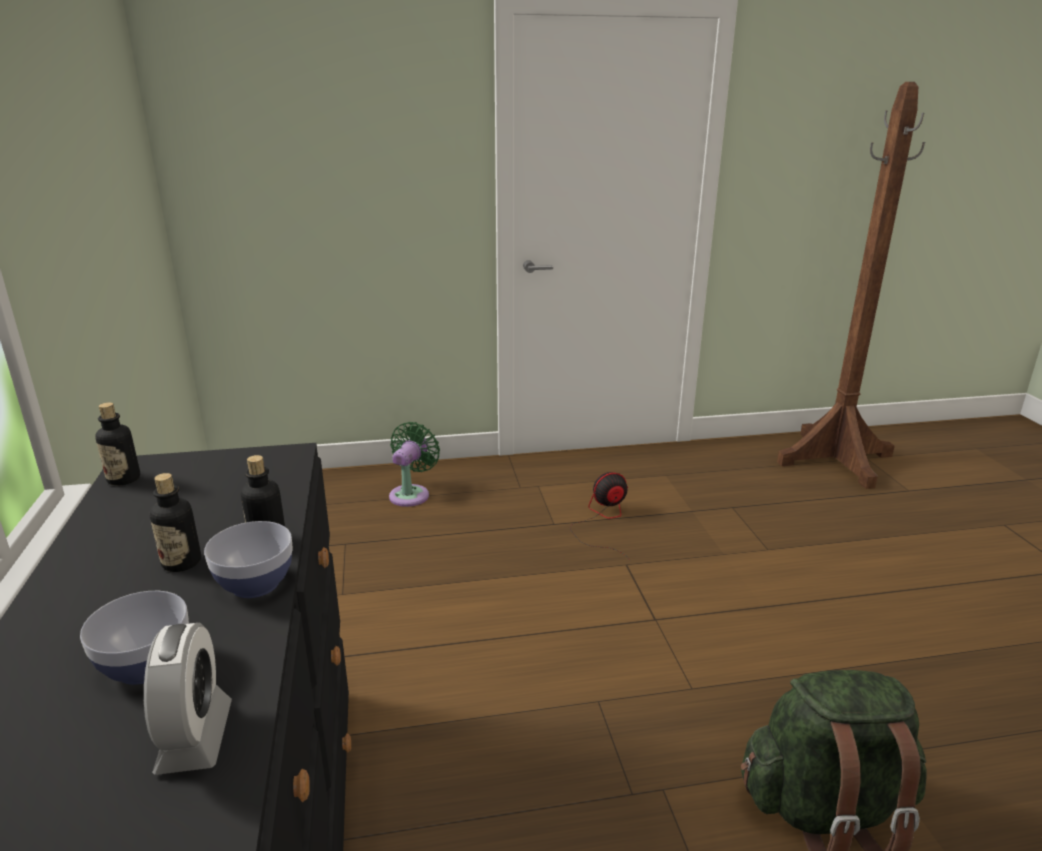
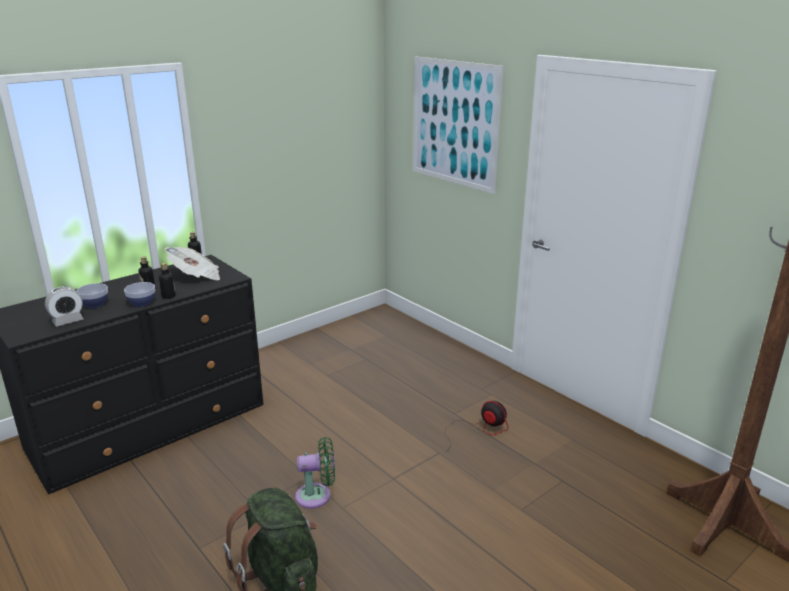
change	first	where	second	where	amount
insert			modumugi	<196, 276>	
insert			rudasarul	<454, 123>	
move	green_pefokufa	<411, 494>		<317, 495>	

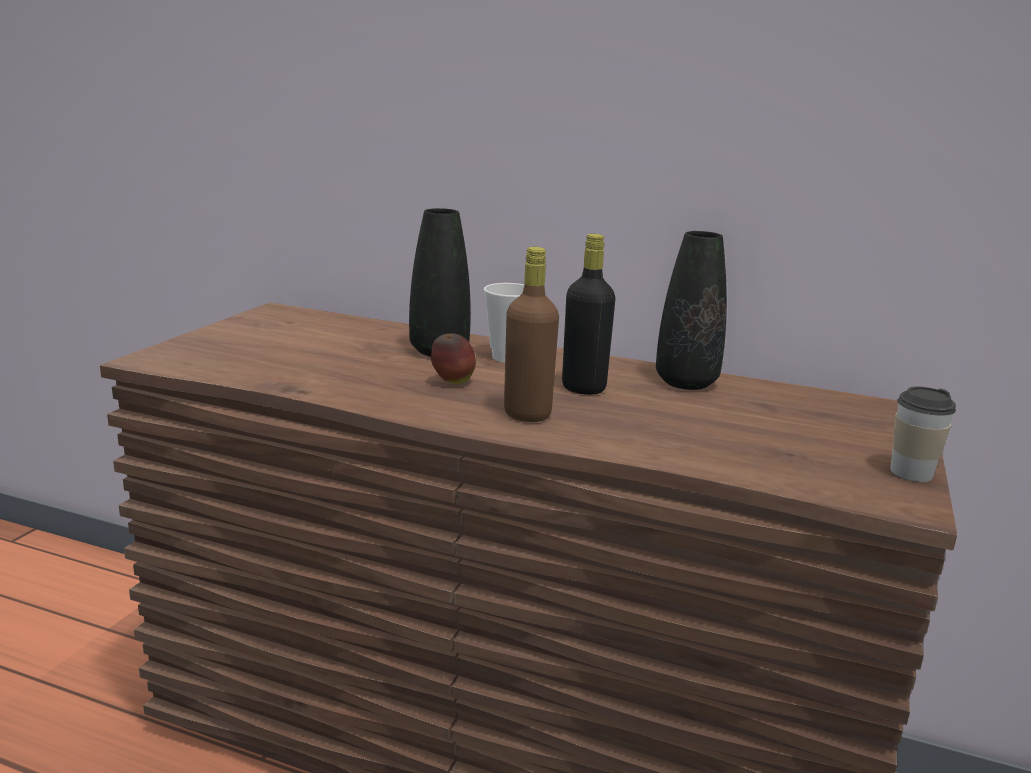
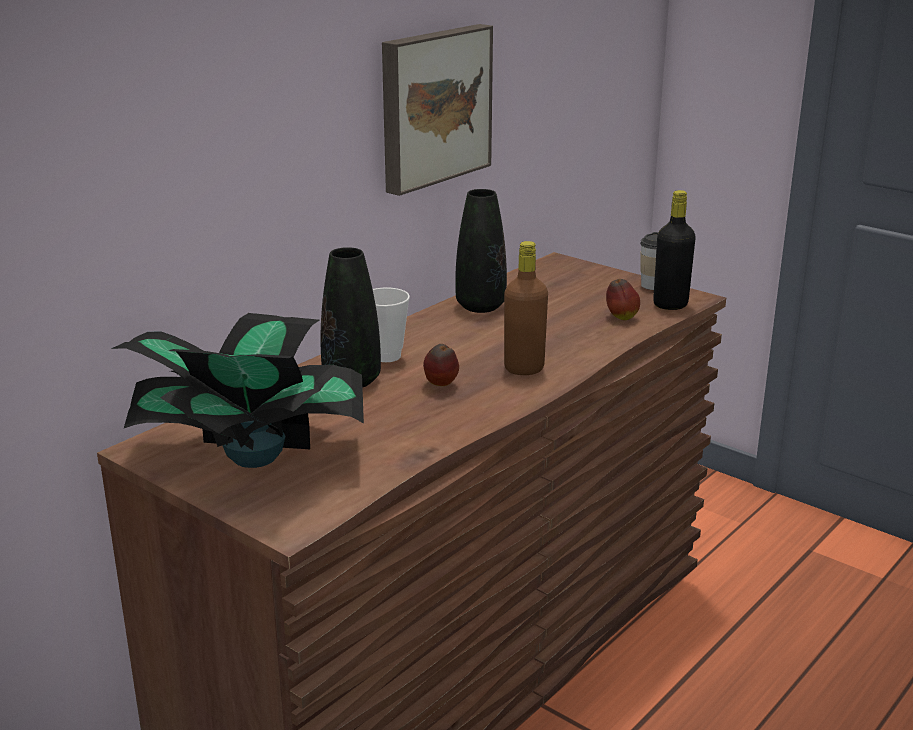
change	first	where	second	where	amount
insert			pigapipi	<251, 456>	
insert			rudasarul	<433, 106>	
insert			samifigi	<621, 318>	
move	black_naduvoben	<583, 388>		<670, 305>	

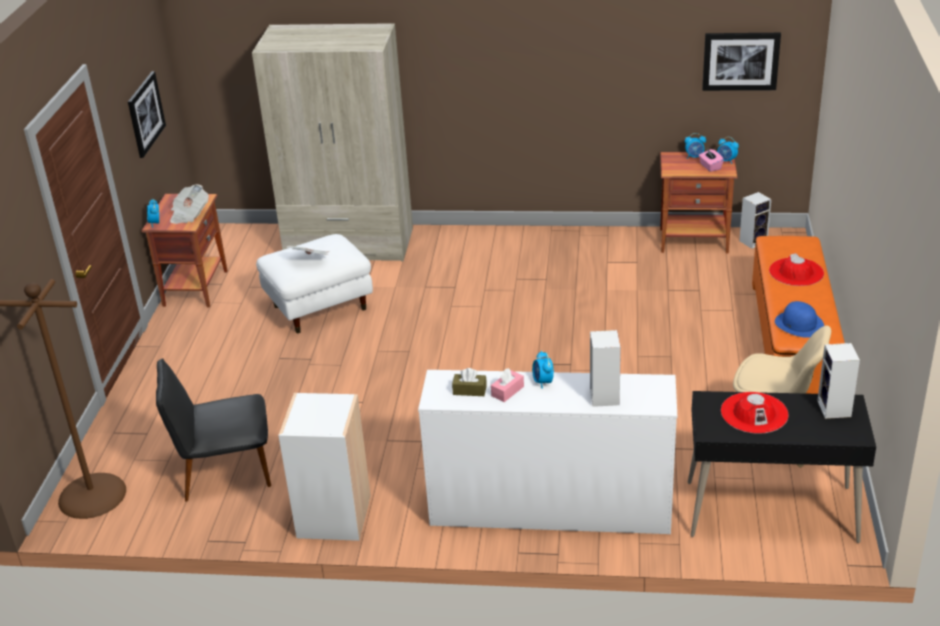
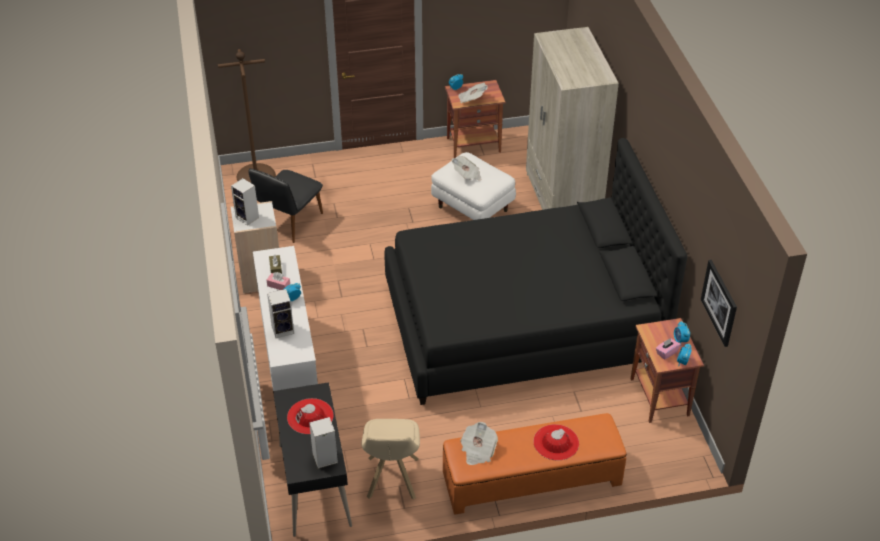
change	first	where	second	where	amount
delete	rudasarul	<145, 114>			
insert			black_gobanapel	<523, 322>	
move	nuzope	<753, 241>		<248, 218>	
replace	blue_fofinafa	<799, 324>	modumugi	<478, 451>	
rotate	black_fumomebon	<226, 471>		<290, 220>	120 degrees counterclockwise

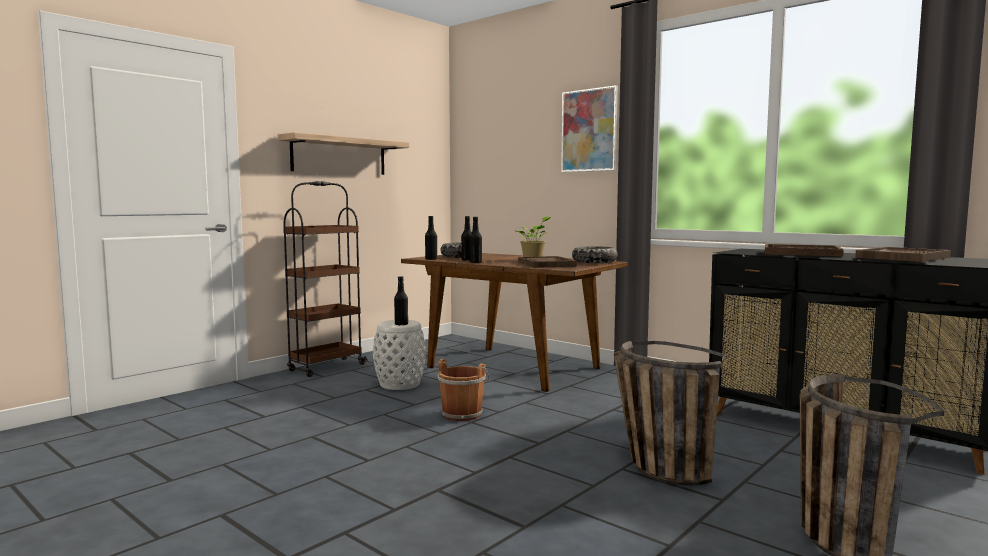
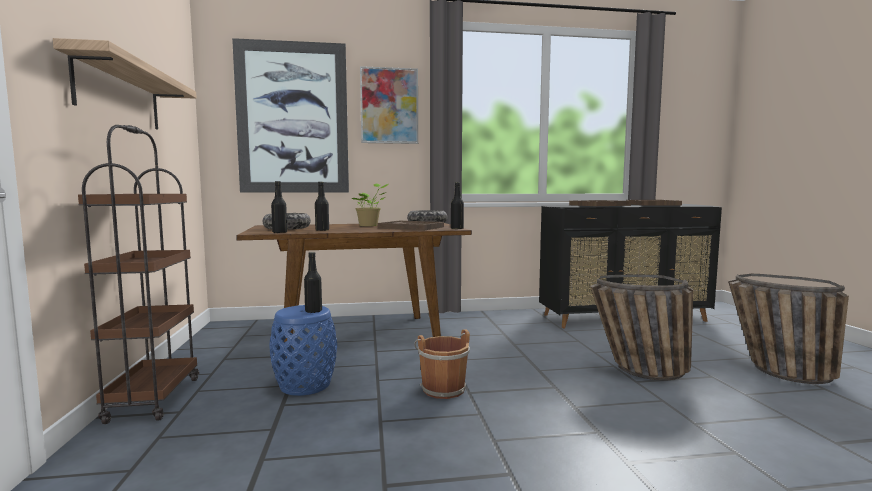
change	first	where	second	where	amount
insert			rudasarul	<292, 118>	
move	black_naduvoben	<475, 262>		<457, 229>	
recolor	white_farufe	<399, 384>	blue_farufe	<305, 385>	

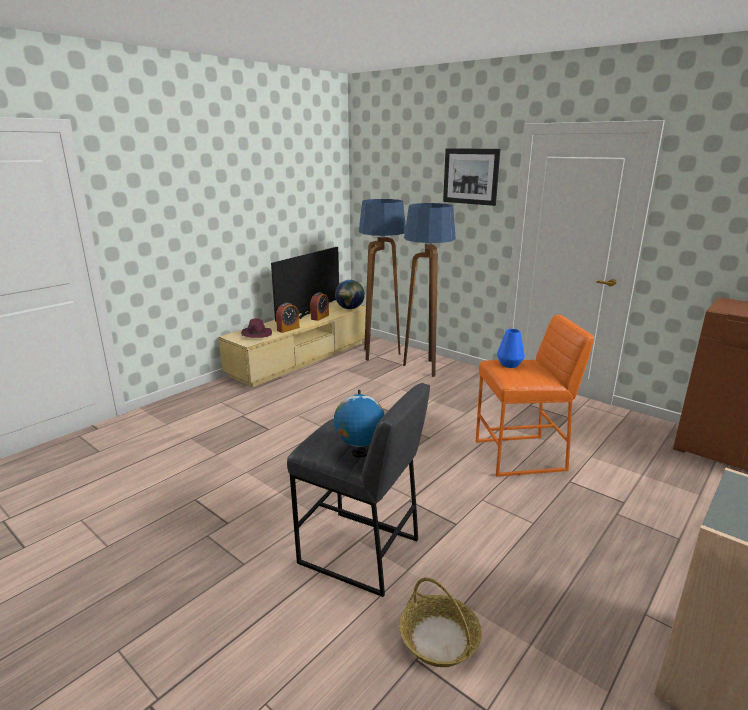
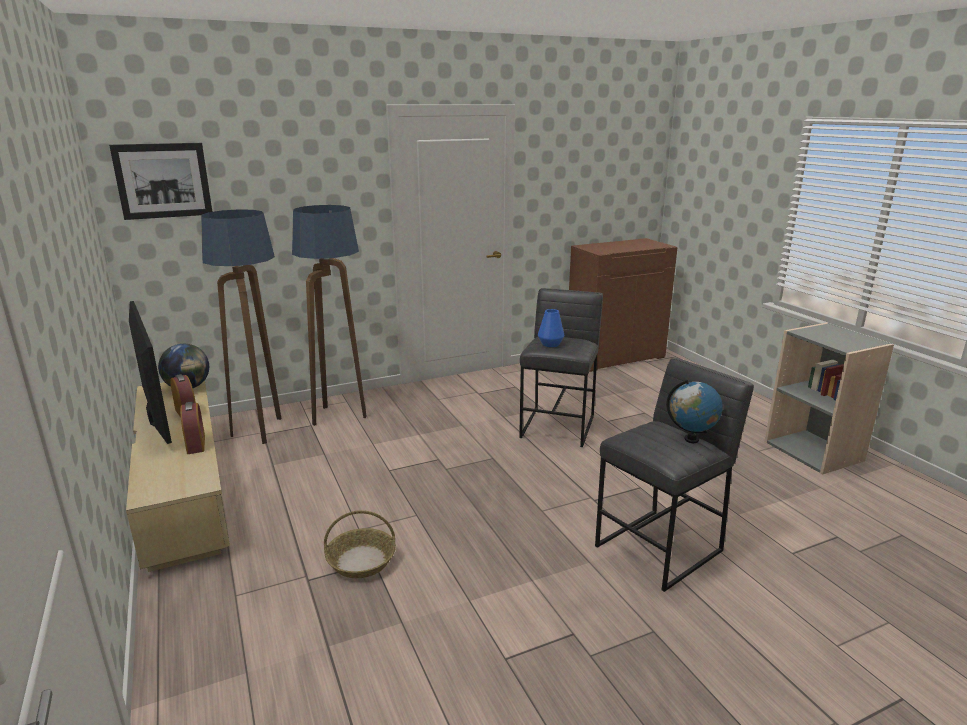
change	first	where	second	where	amount
delete	purple_fofinafa	<256, 334>			
move	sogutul	<438, 639>		<361, 561>	
move	rudasarul	<470, 176>		<163, 180>	
recolor	orange_farufe	<521, 455>	grey_farufe	<558, 426>	

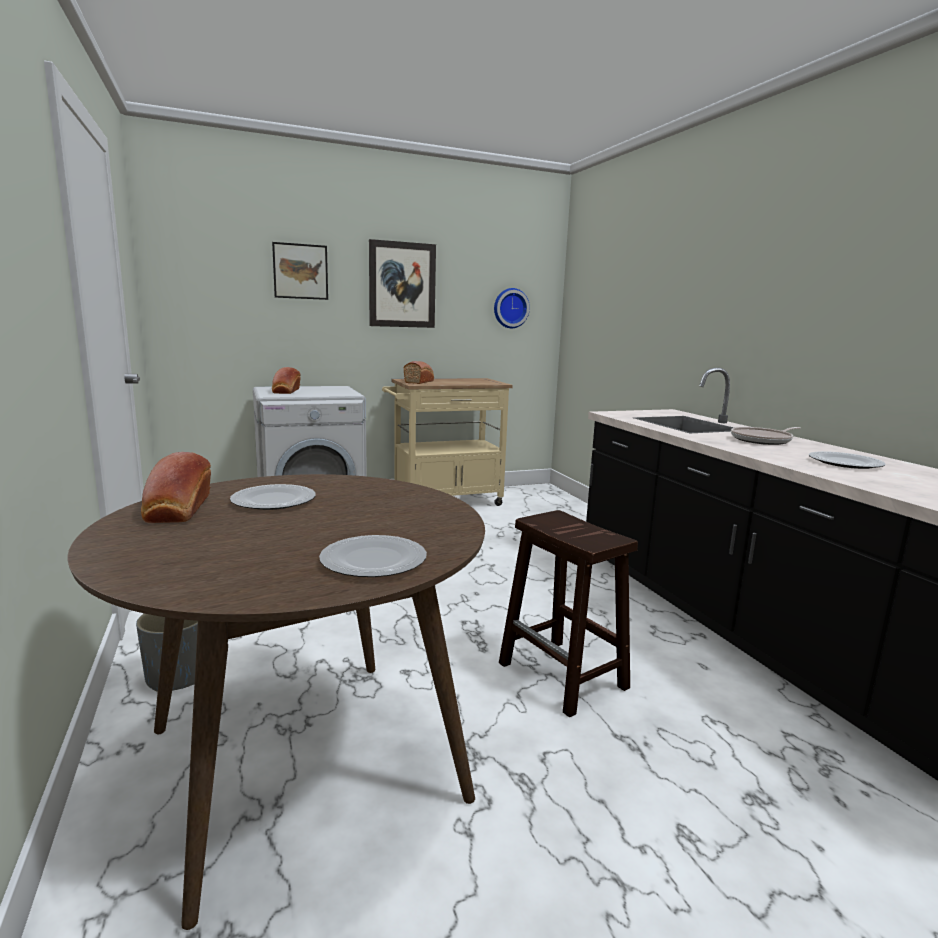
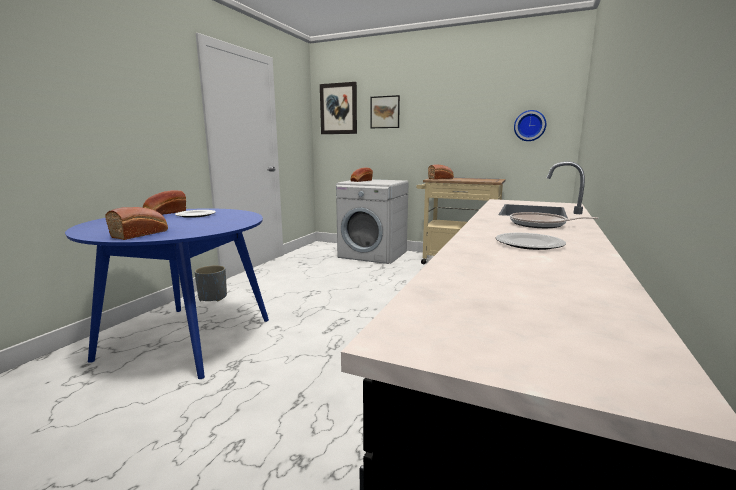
change	first	where	second	where	amount
delete	brown_farufe	<564, 676>			
move	rudasarul	<402, 285>		<338, 109>	
replace	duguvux	<374, 560>	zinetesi	<141, 234>	
recolor	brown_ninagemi	<304, 763>	blue_ninagemi	<188, 339>	

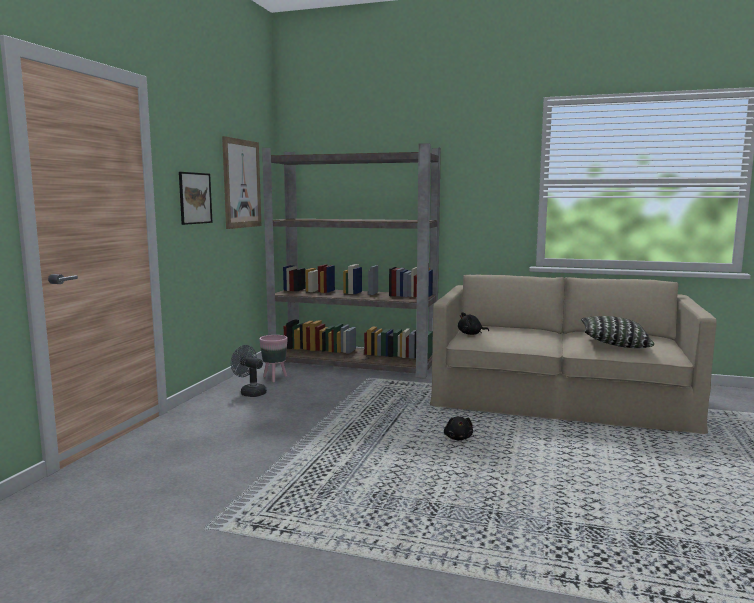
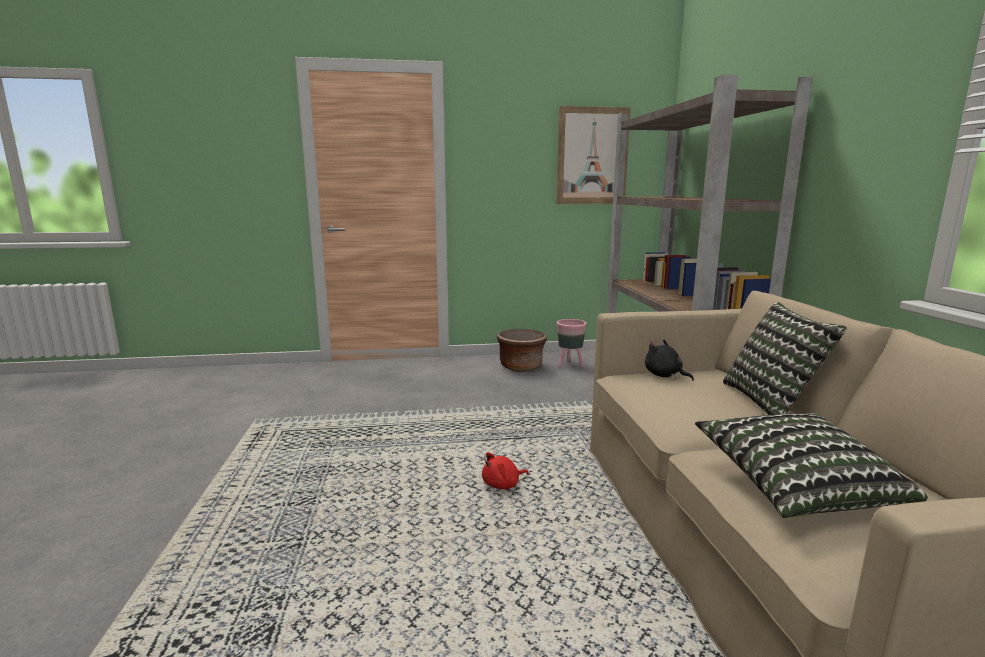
change	first	where	second	where	amount
delete	rudasarul	<195, 198>			
insert			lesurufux	<772, 401>	
replace	grey_pefokufa	<250, 392>	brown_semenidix	<521, 366>	
recolor	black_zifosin	<458, 438>	red_zifosin	<503, 485>	

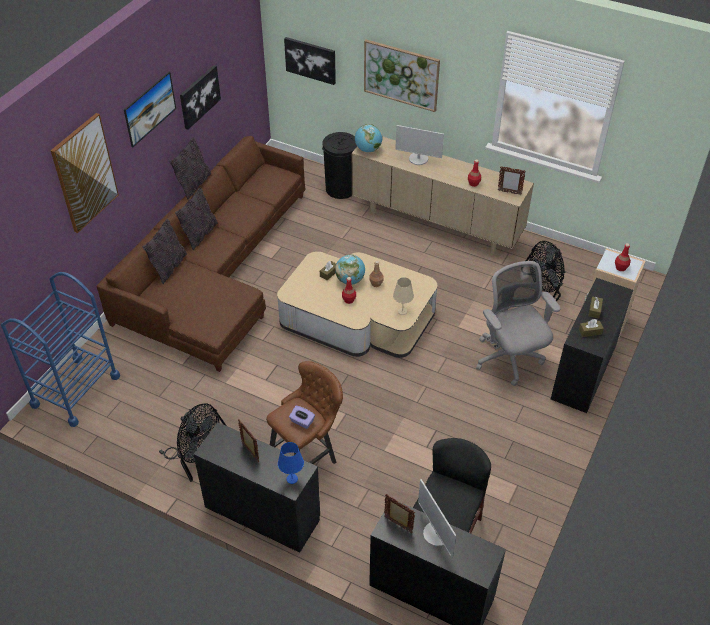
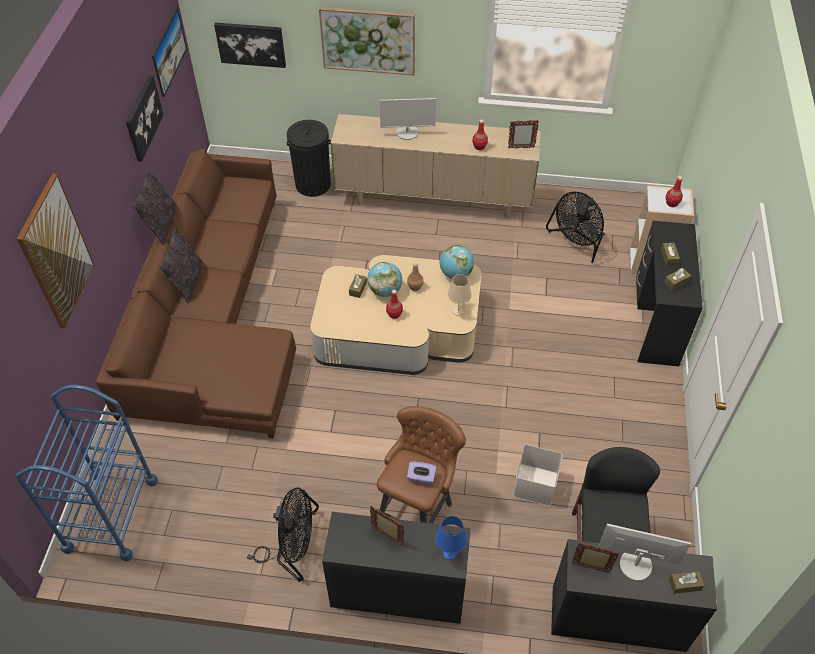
change	first	where	second	where	amount
delete	black_lesurufux	<169, 267>			
delete	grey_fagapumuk	<511, 361>			
insert			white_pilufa	<534, 483>	
insert			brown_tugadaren	<684, 584>	
move	rudasarul	<152, 118>		<171, 62>	
move	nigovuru	<368, 149>		<455, 274>	
rotate	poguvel	<437, 534>		<635, 564>	150 degrees clockwise

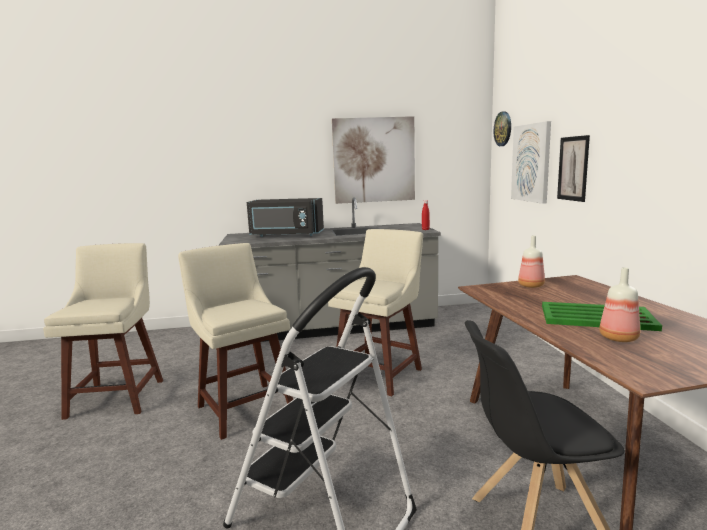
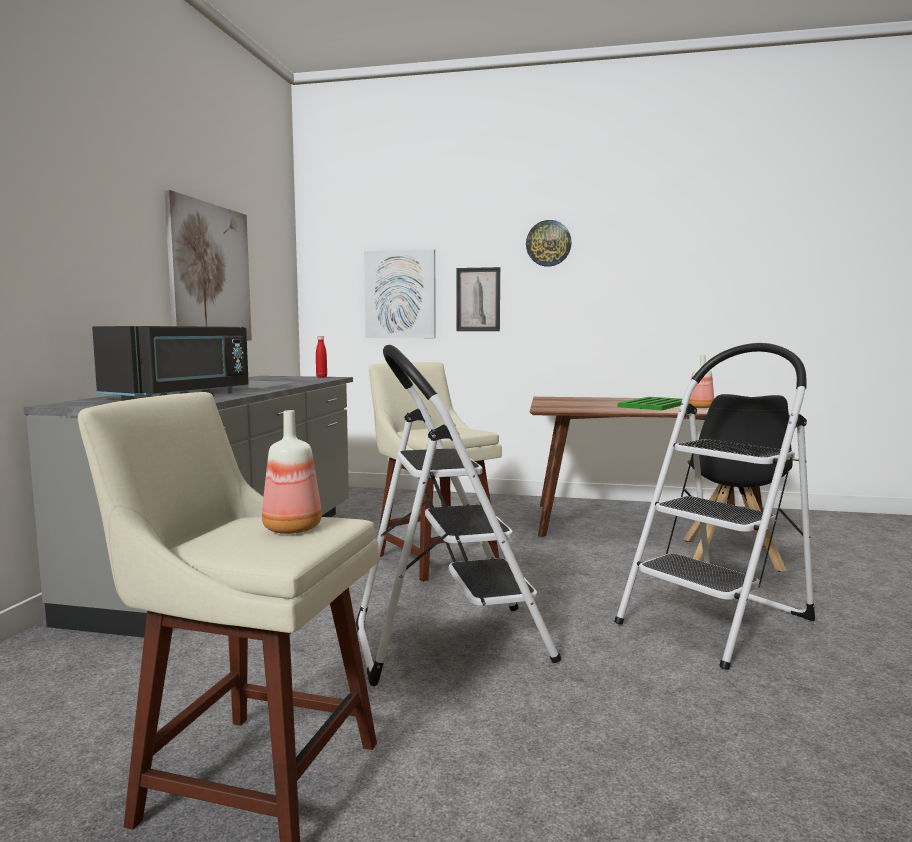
change	first	where	second	where	amount
move	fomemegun	<503, 129>		<548, 243>	
move	naduvoben	<530, 285>		<290, 529>	
replace	beige_farufe	<244, 407>	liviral	<445, 643>	

